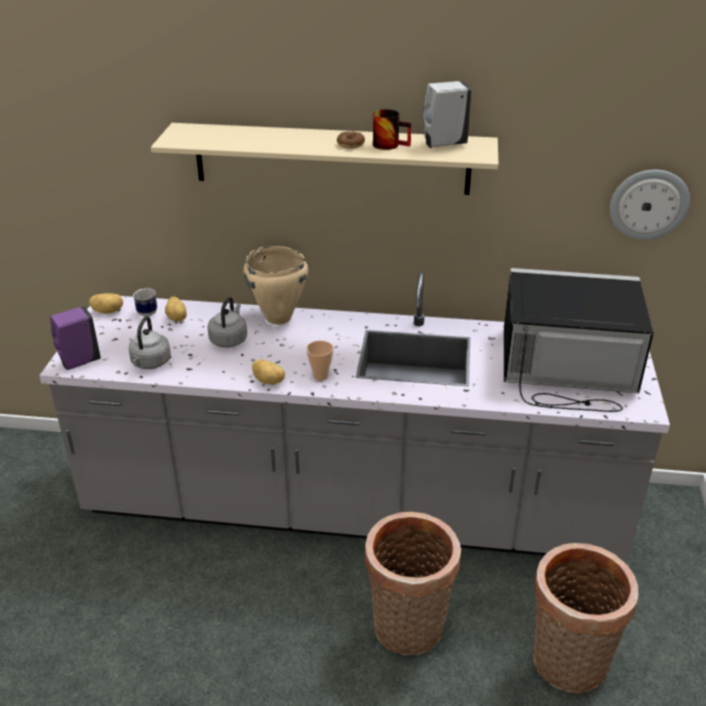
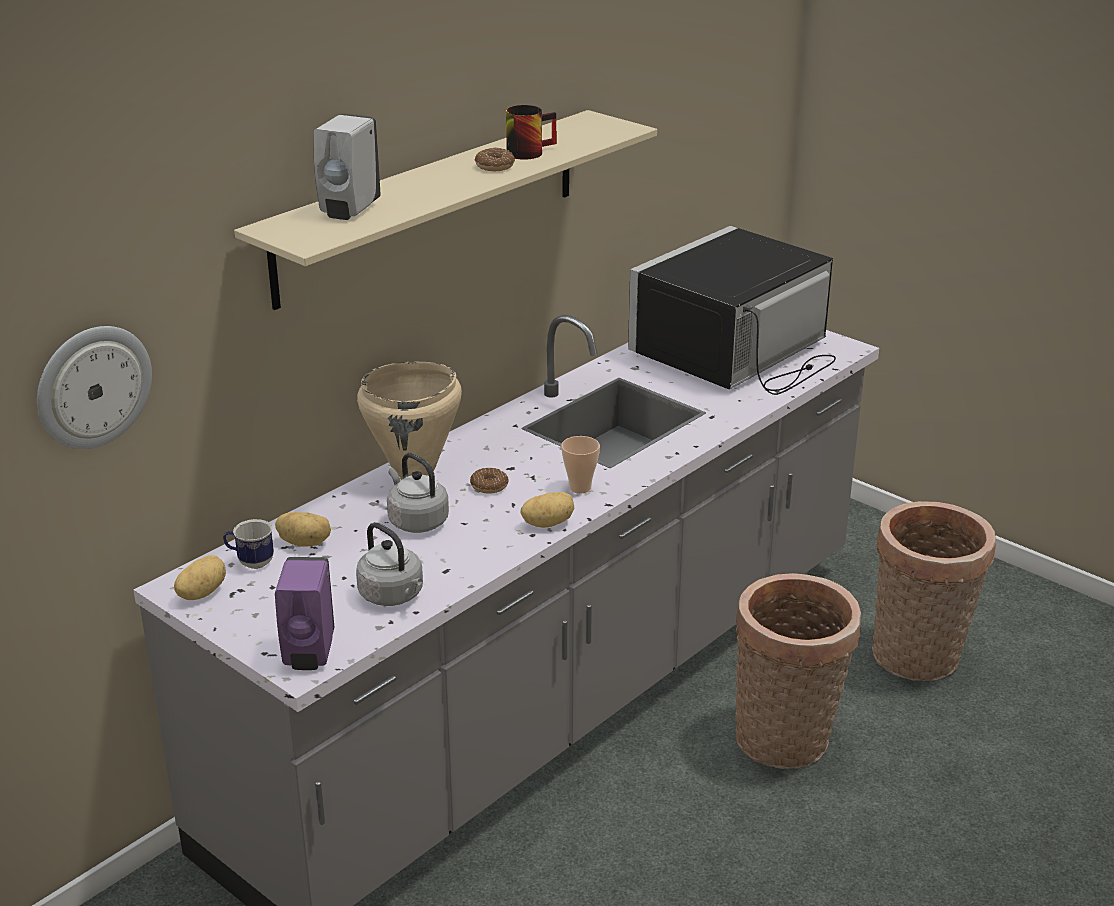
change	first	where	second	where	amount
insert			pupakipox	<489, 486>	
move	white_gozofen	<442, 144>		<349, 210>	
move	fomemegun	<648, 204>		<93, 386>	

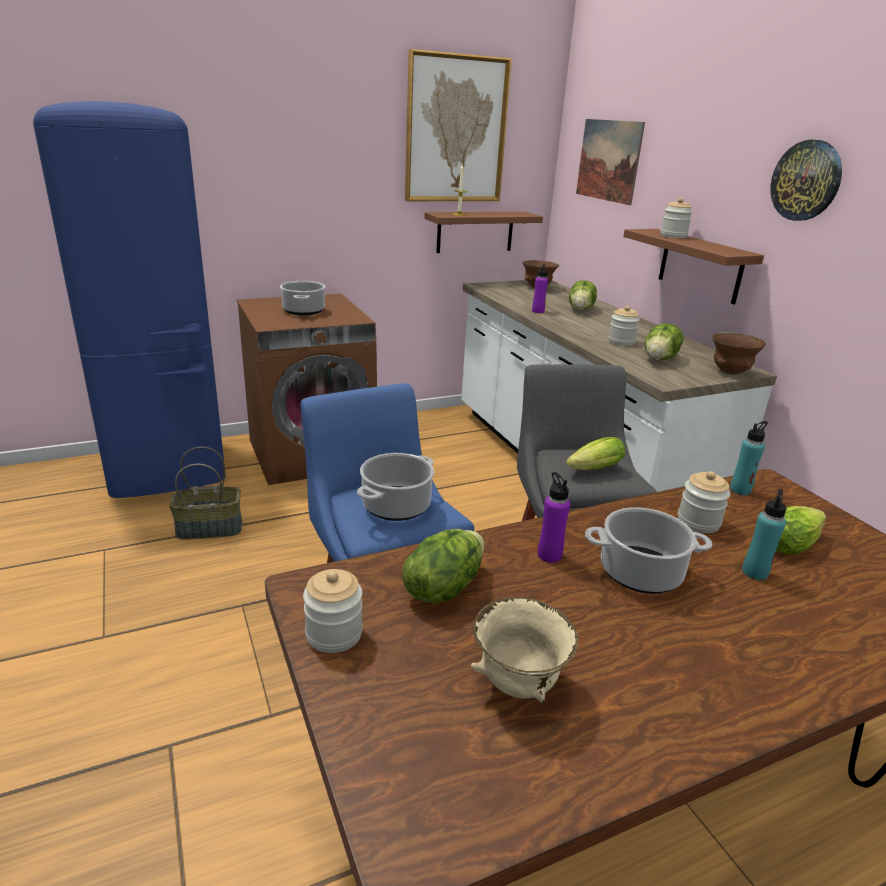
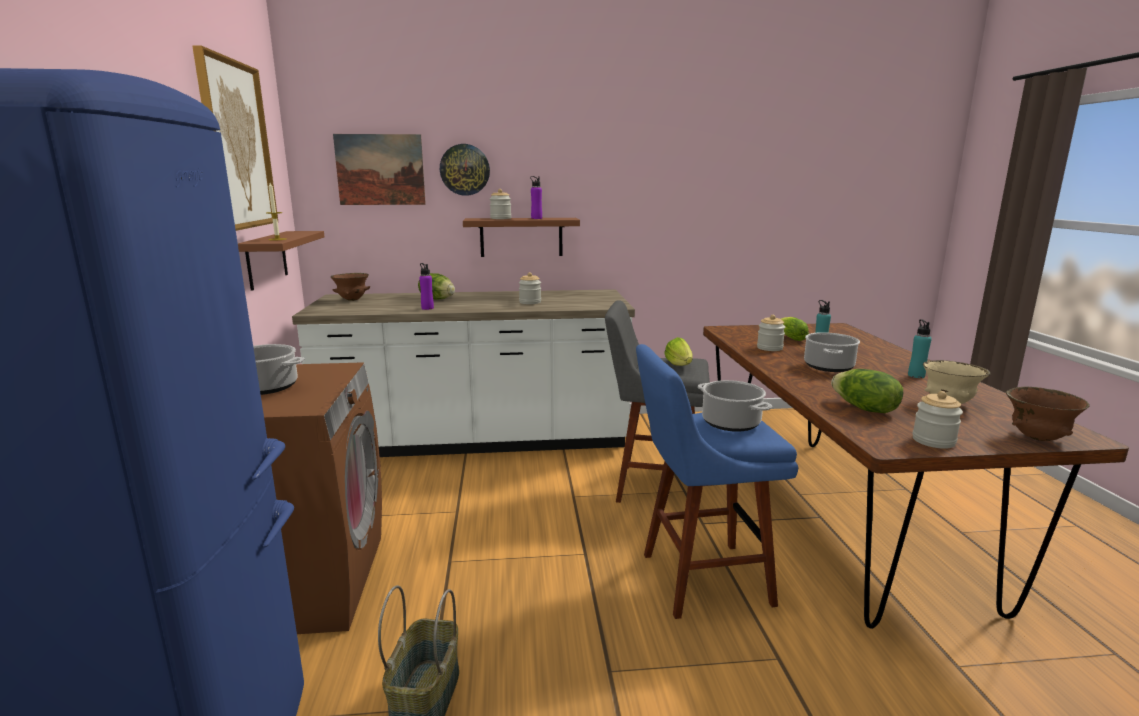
change	first	where	second	where	amount
delete	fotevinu	<660, 359>			
move	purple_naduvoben	<549, 555>		<536, 218>	
move	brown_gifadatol	<730, 372>		<1037, 438>	
move	turquoise_naduvoben	<740, 490>		<916, 375>	
move	fomemegun	<806, 181>		<465, 170>	

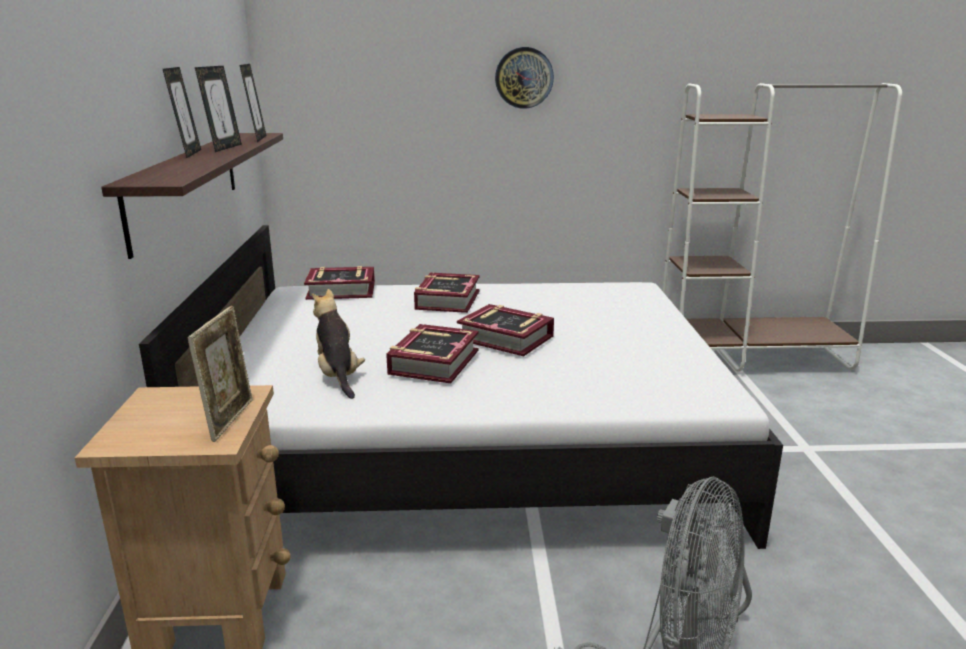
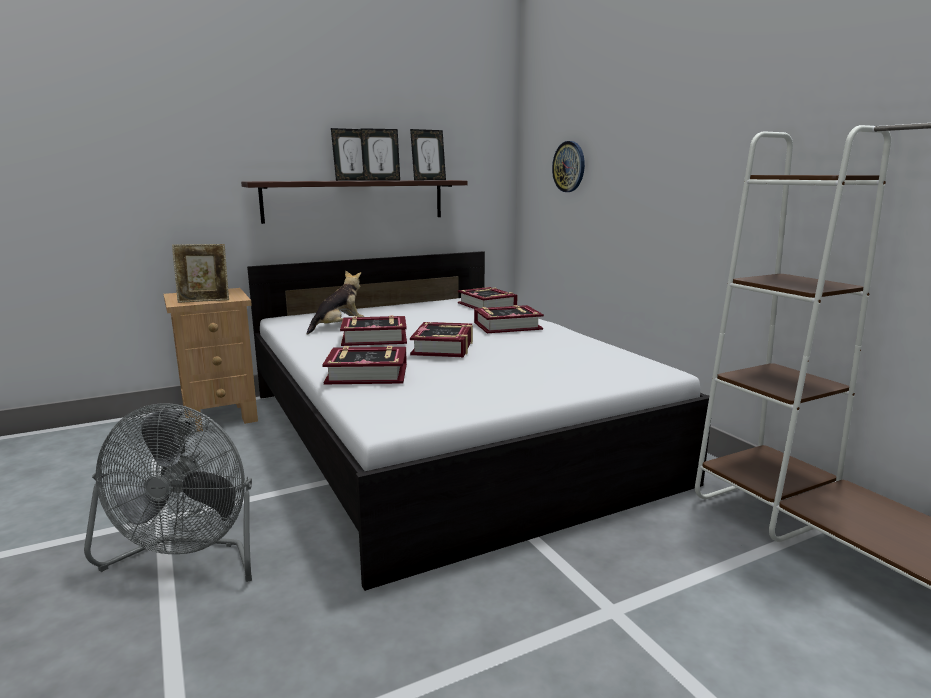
change	first	where	second	where	amount
insert			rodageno	<367, 374>	
move	fomemegun	<524, 78>		<569, 166>	

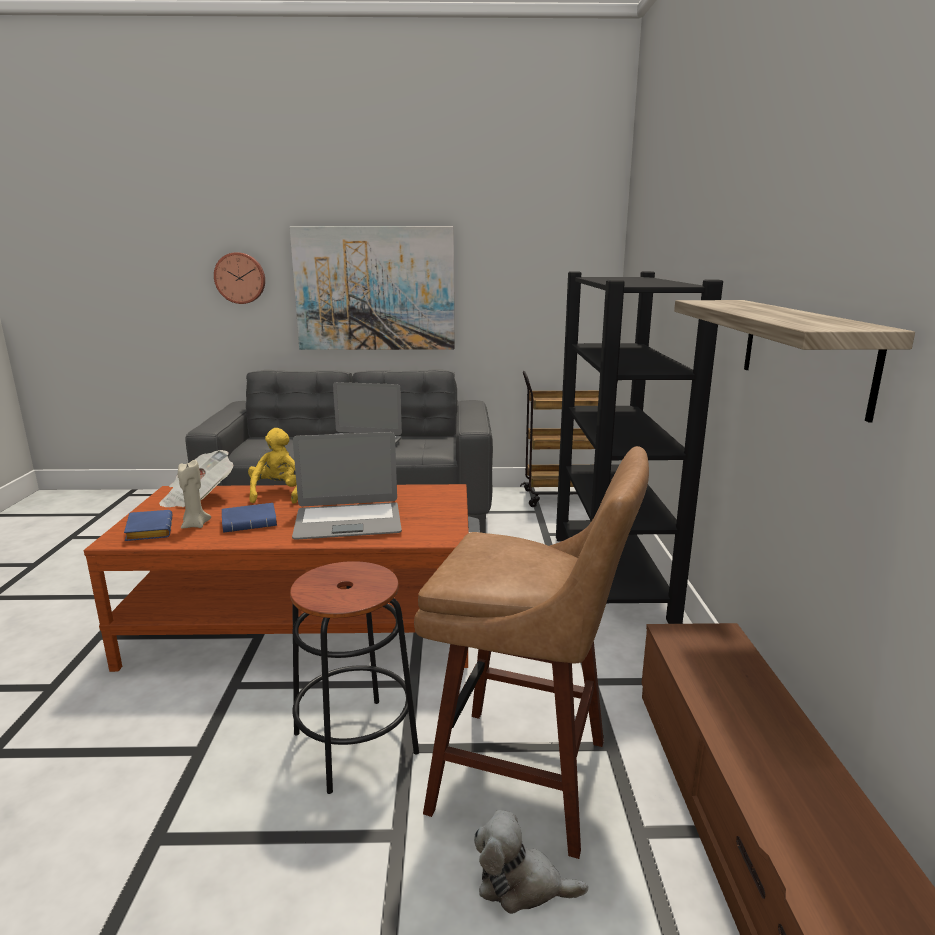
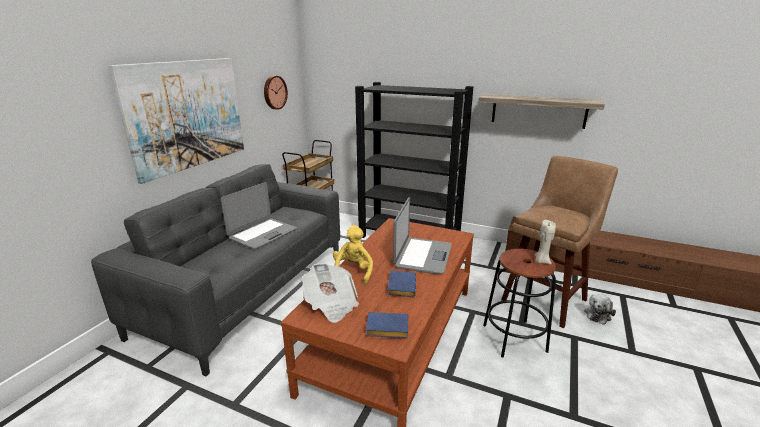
change	first	where	second	where	amount
move	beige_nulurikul	<195, 525>		<541, 261>	
move	fomemegun	<240, 278>		<274, 92>	
rotate	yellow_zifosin	<278, 493>		<353, 272>	75 degrees clockwise

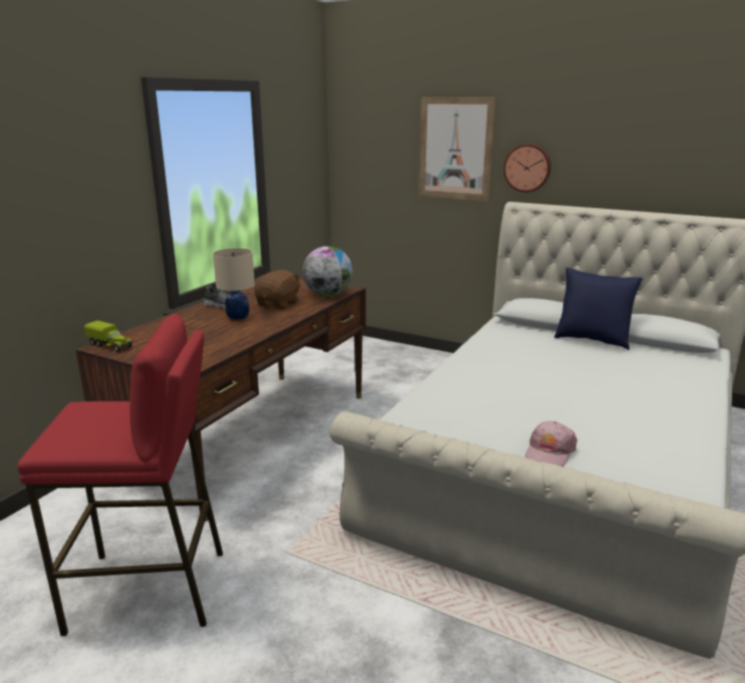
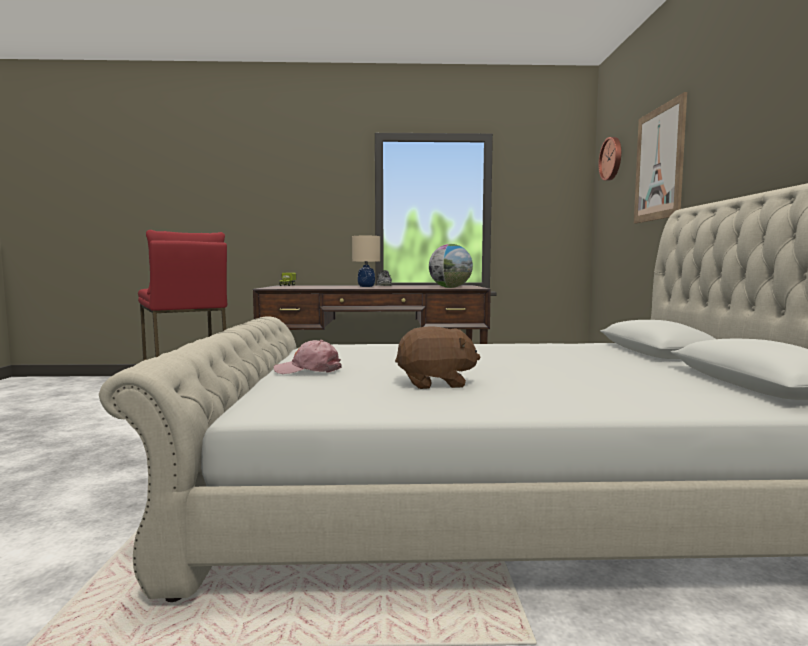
change	first	where	second	where	amount
delete	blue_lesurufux	<592, 340>			
move	brown_zifosin	<279, 304>		<436, 383>	
move	fomemegun	<527, 168>		<612, 158>	

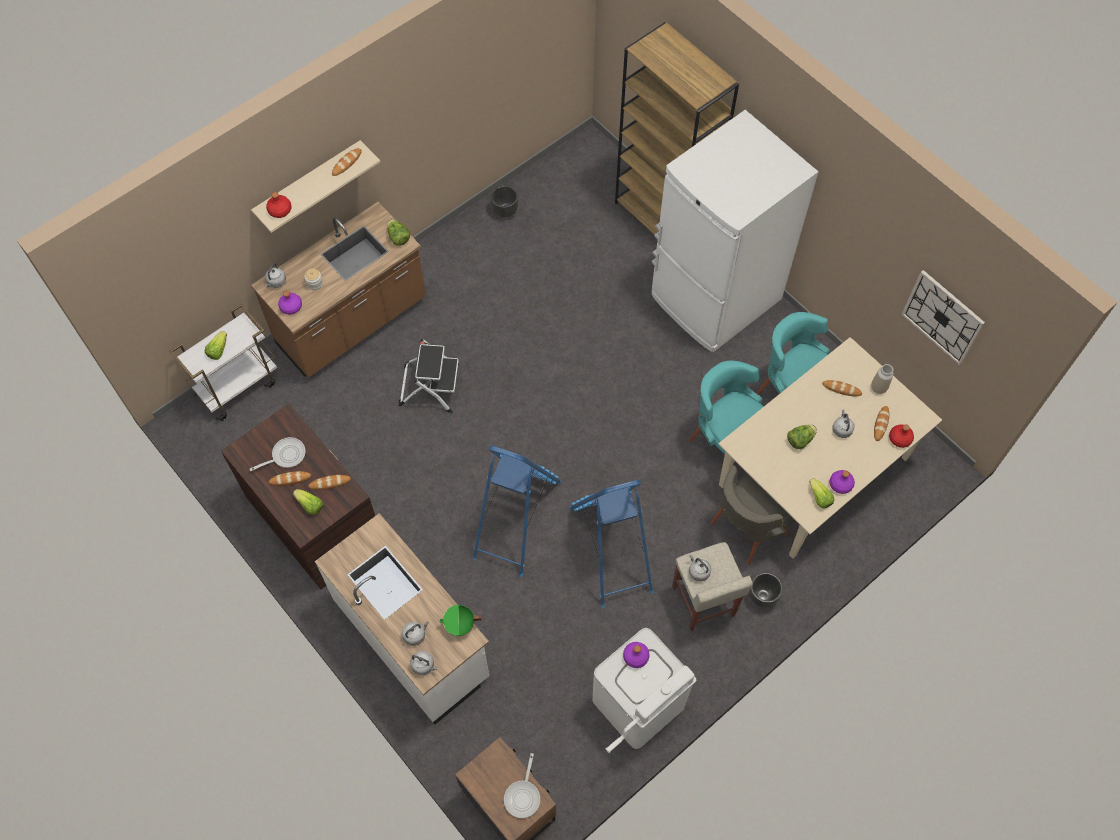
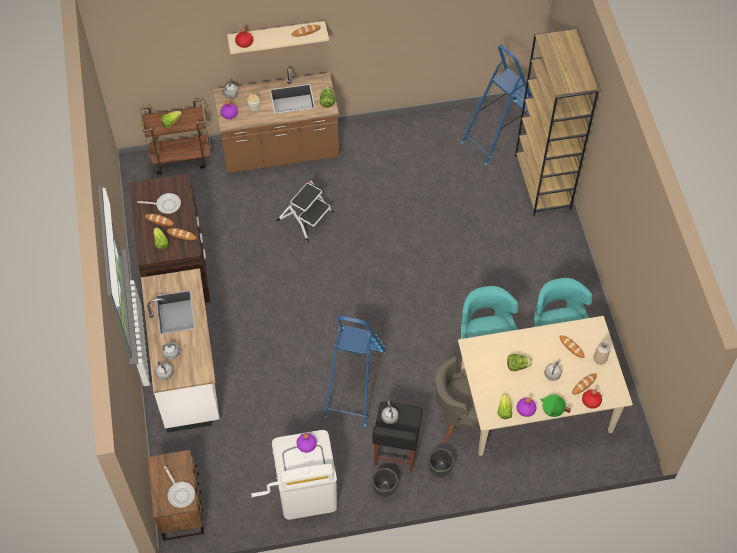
change	first	where	second	where	amount
delete	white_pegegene	<714, 297>			
delete	fomemegun	<942, 317>			
move	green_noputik	<460, 625>		<552, 410>	
move	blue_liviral	<517, 518>		<502, 133>	
move	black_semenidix	<505, 211>		<384, 488>	
recolor	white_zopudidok	<240, 388>	brown_zopudidok	<182, 160>	
recolor	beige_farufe	<703, 602>	black_farufe	<396, 451>	
rotate	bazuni	<523, 796>		<180, 493>	75 degrees counterclockwise

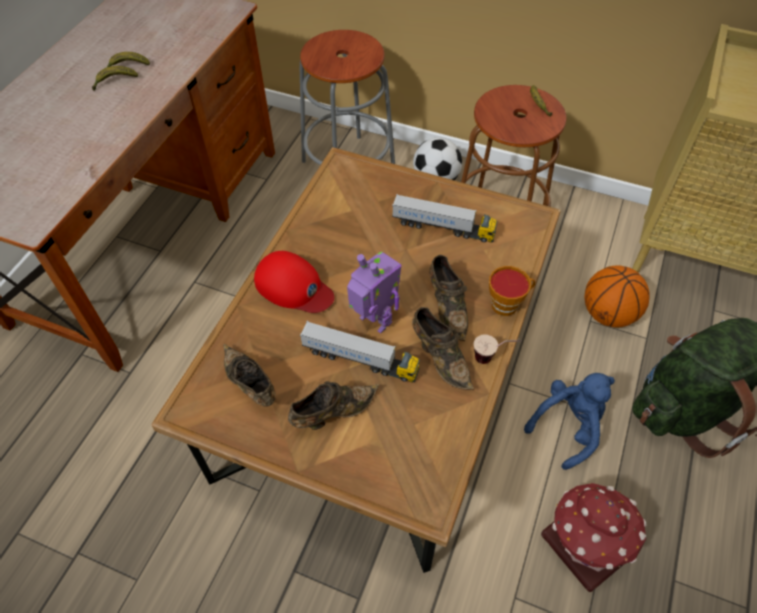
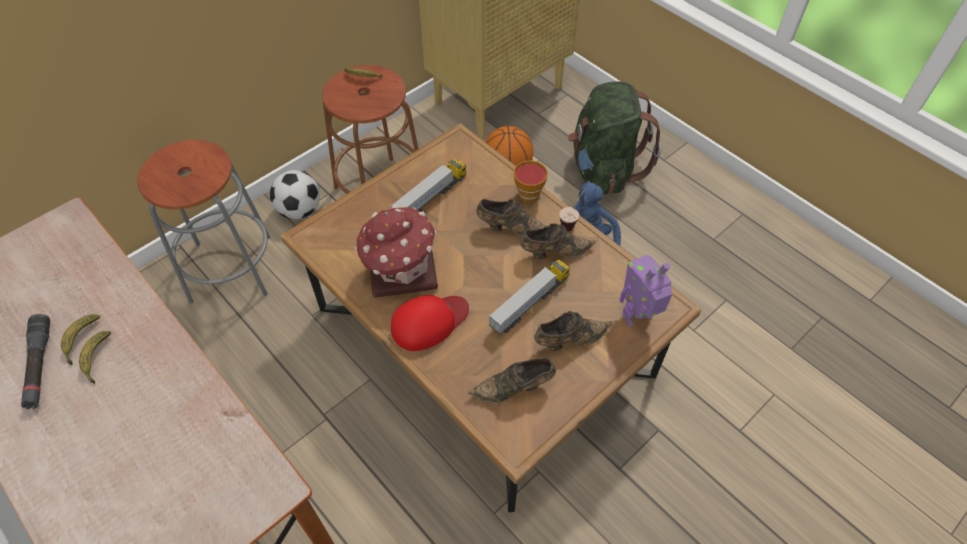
change	first	where	second	where	amount
insert			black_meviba	<39, 365>	
move	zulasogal	<374, 321>		<637, 317>	
move	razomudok	<585, 542>		<400, 271>	
rotate	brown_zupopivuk	<332, 413>		<569, 339>	75 degrees clockwise

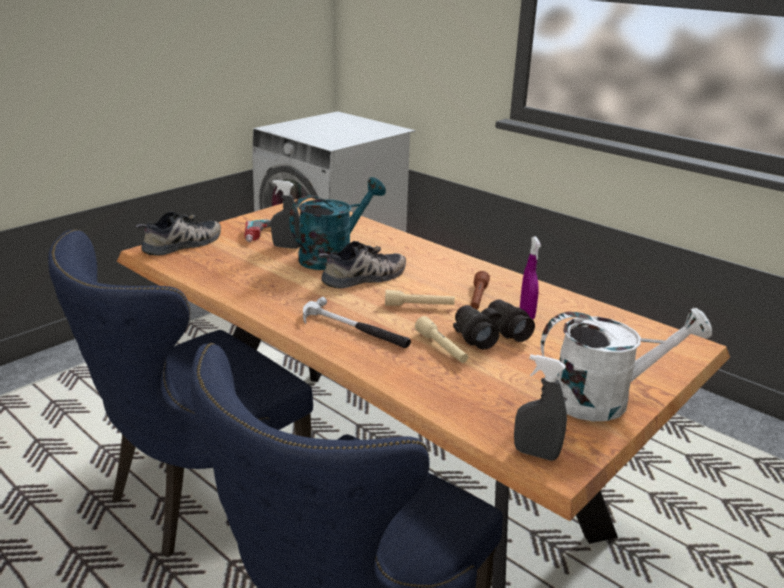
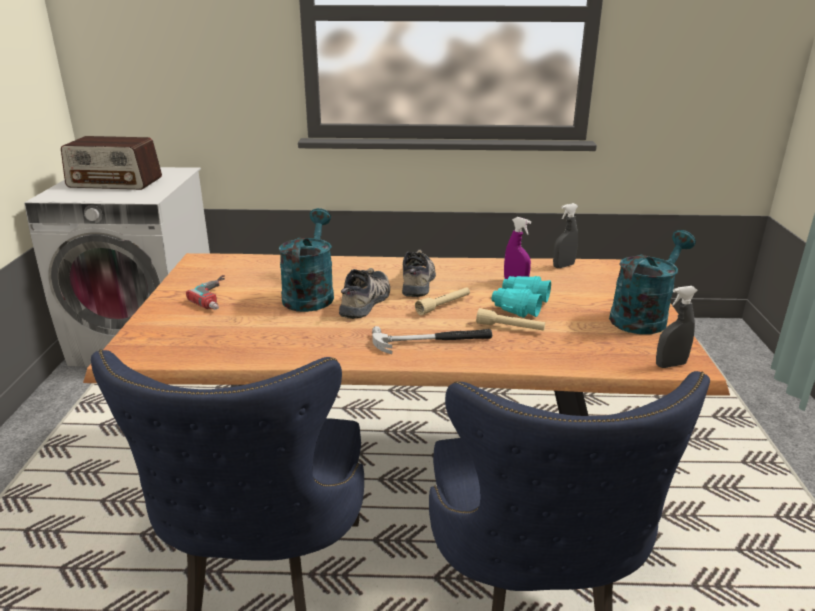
change	first	where	second	where	amount
delete	brown_meviba	<477, 298>			
insert			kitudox	<115, 182>	
move	zupopivuk	<183, 244>		<419, 281>	
move	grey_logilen	<286, 247>		<563, 266>	
recolor	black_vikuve	<489, 334>	turquoise_vikuve	<519, 305>	
recolor	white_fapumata	<604, 399>	turquoise_fapumata	<643, 316>	

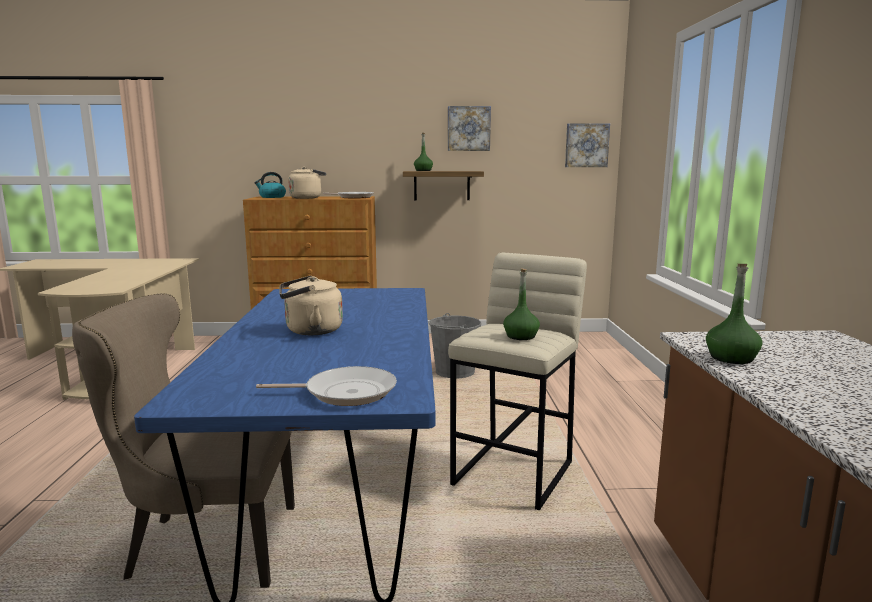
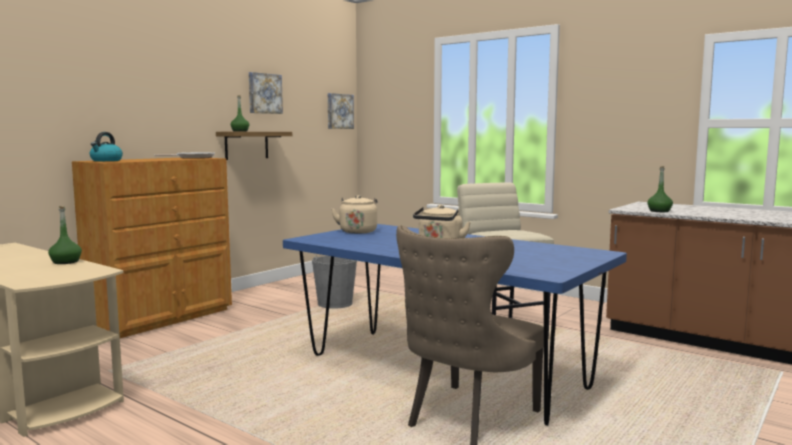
change	first	where	second	where	amount
delete	bazuni	<345, 392>			
move	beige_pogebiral	<307, 198>		<358, 231>	
move	green_naduvoben	<521, 336>		<66, 262>	

